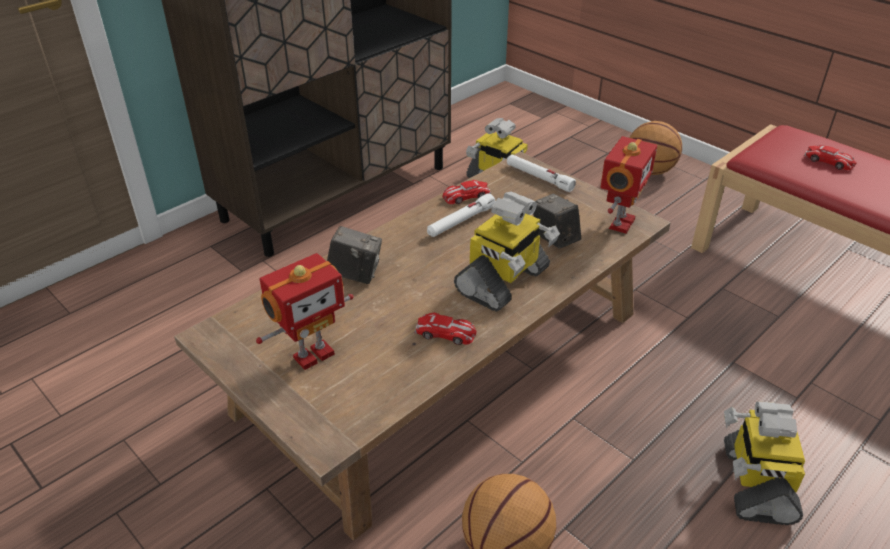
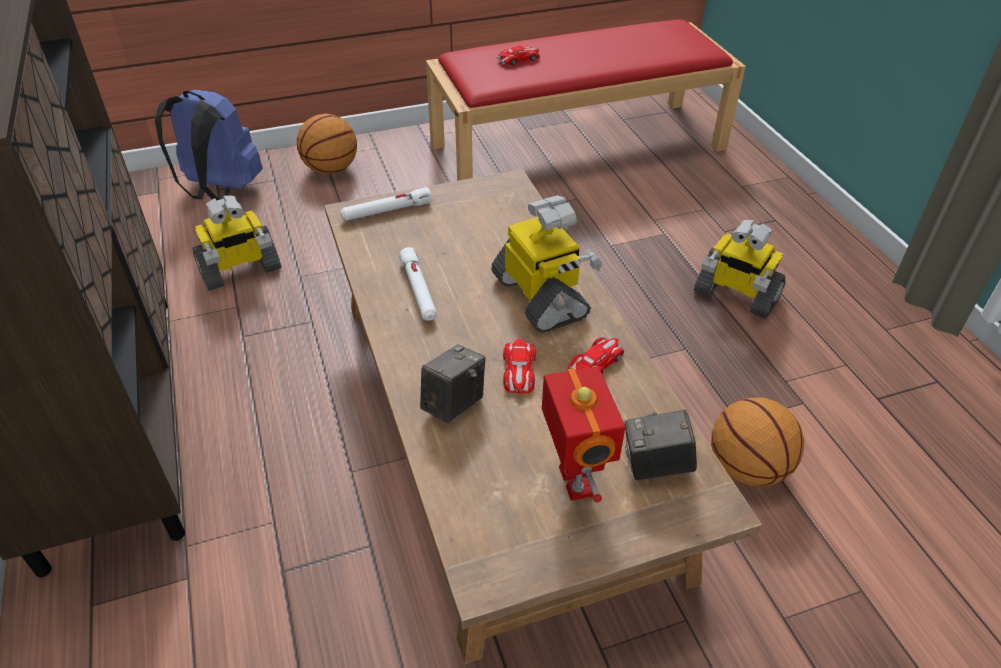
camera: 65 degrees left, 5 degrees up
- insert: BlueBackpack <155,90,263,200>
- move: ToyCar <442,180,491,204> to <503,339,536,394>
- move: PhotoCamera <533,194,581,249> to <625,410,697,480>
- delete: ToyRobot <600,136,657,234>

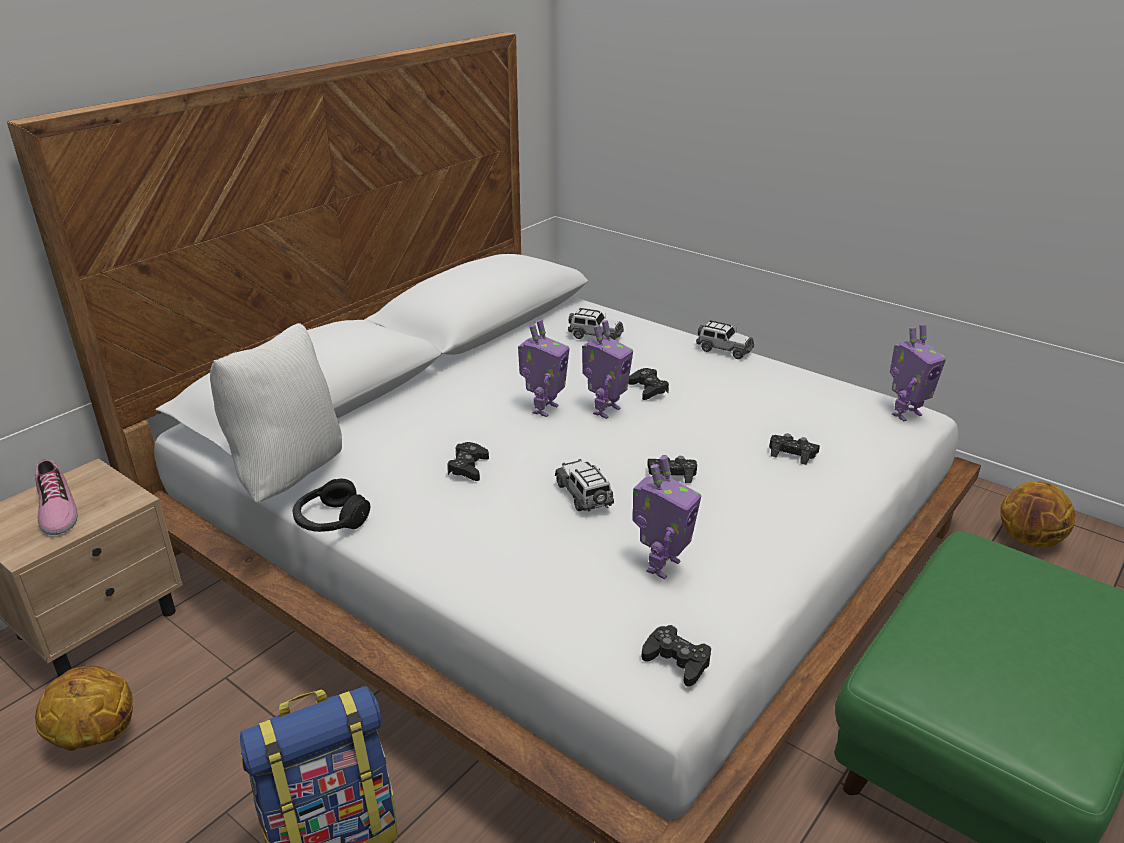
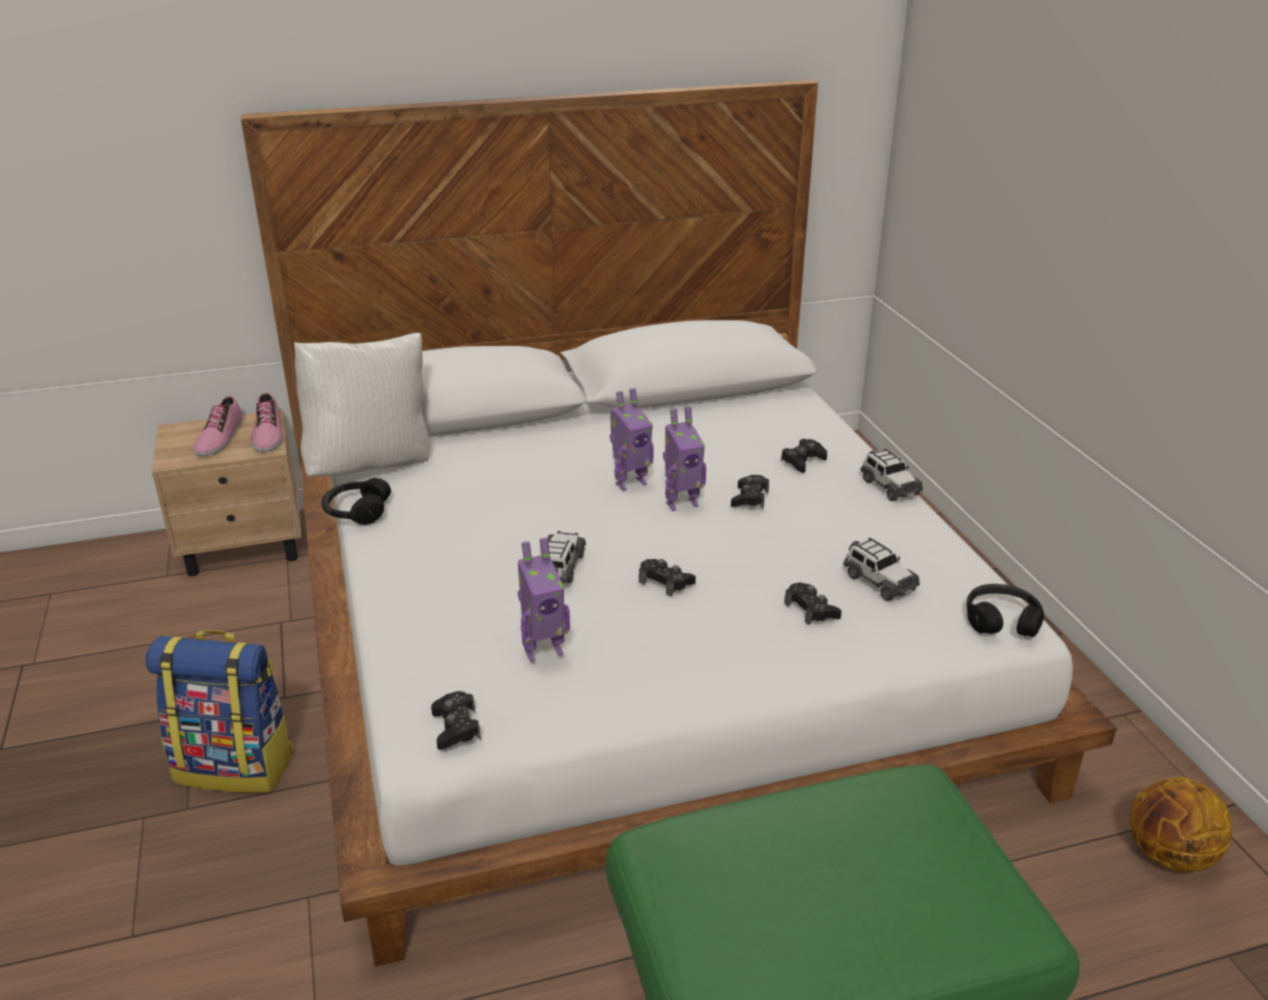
camera: 35 degrees right, 0 degrees up
- insert: Shoe <251,393,282,452>
- move: BlackGameController <447,442,489,481> to <781,439,827,473>
- move: ToyCar <568,308,624,340> to <843,538,920,601>
- replace: ToyRobot <890,324,946,421> to BlackHeadphones <967,584,1044,637>
- delete: Basketball <35,666,133,751>

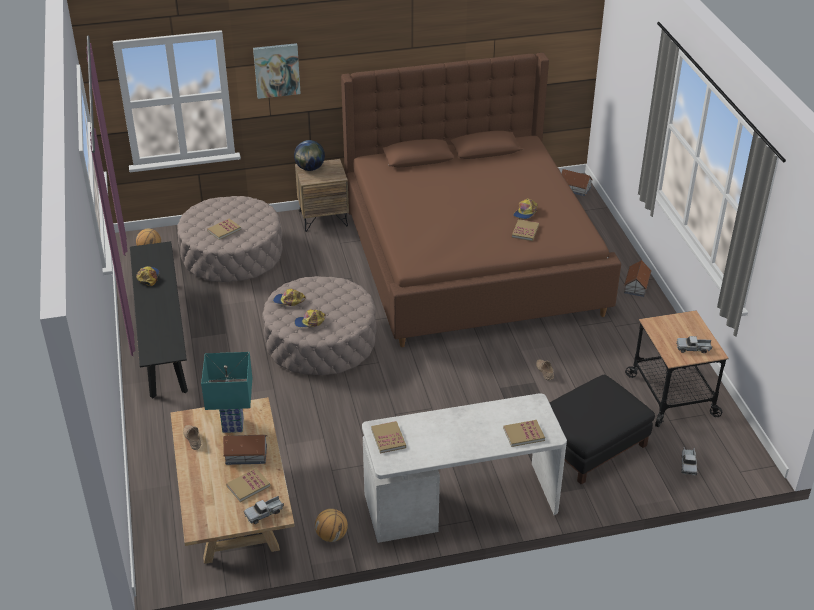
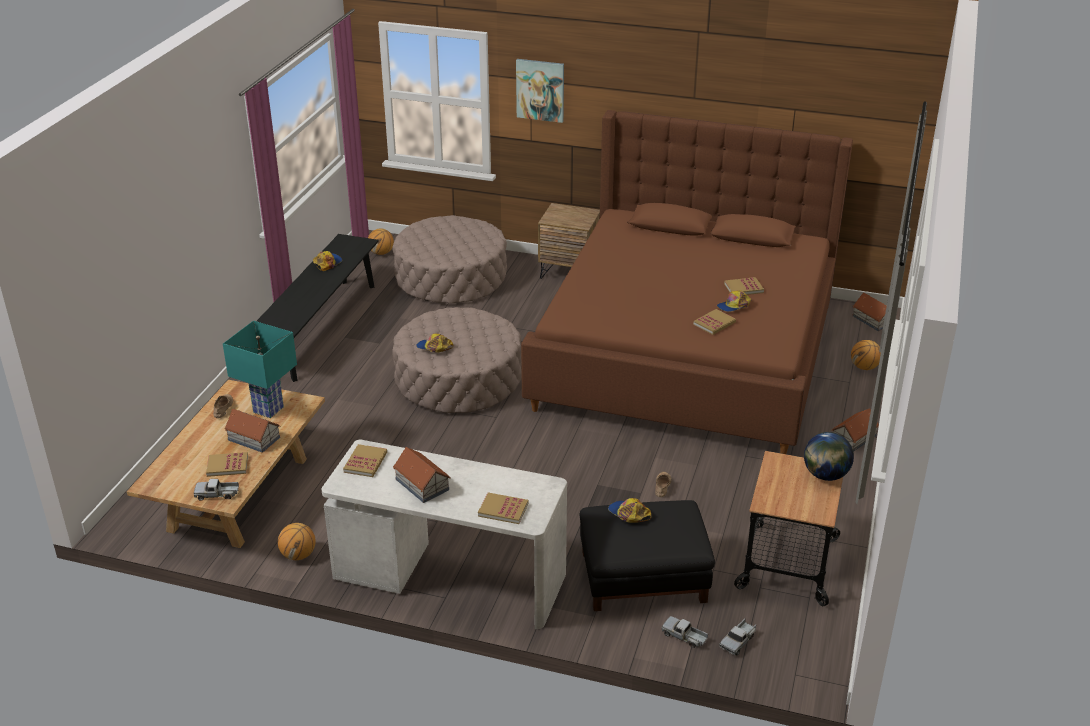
camera: 30 degrees right, 5 degrees down
- insert: ToyHouse <393,447,450,503>
- move: Cap <273,289,305,306> to <608,498,652,523>
- move: ToyTruck <676,336,712,353> to <661,616,708,648>
- move: Book <207,219,241,240> to <724,277,764,295>
- move: Globe <294,140,325,171> to <804,432,854,481>
- insert: Basketball <851,340,881,370>

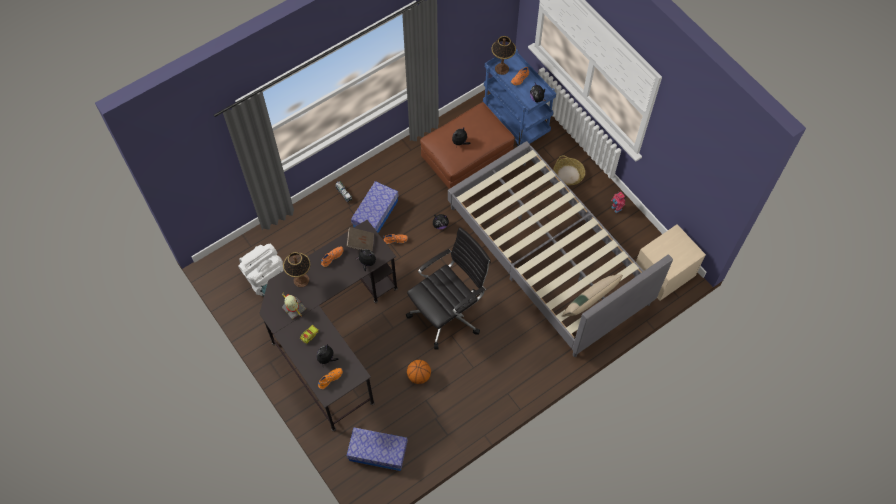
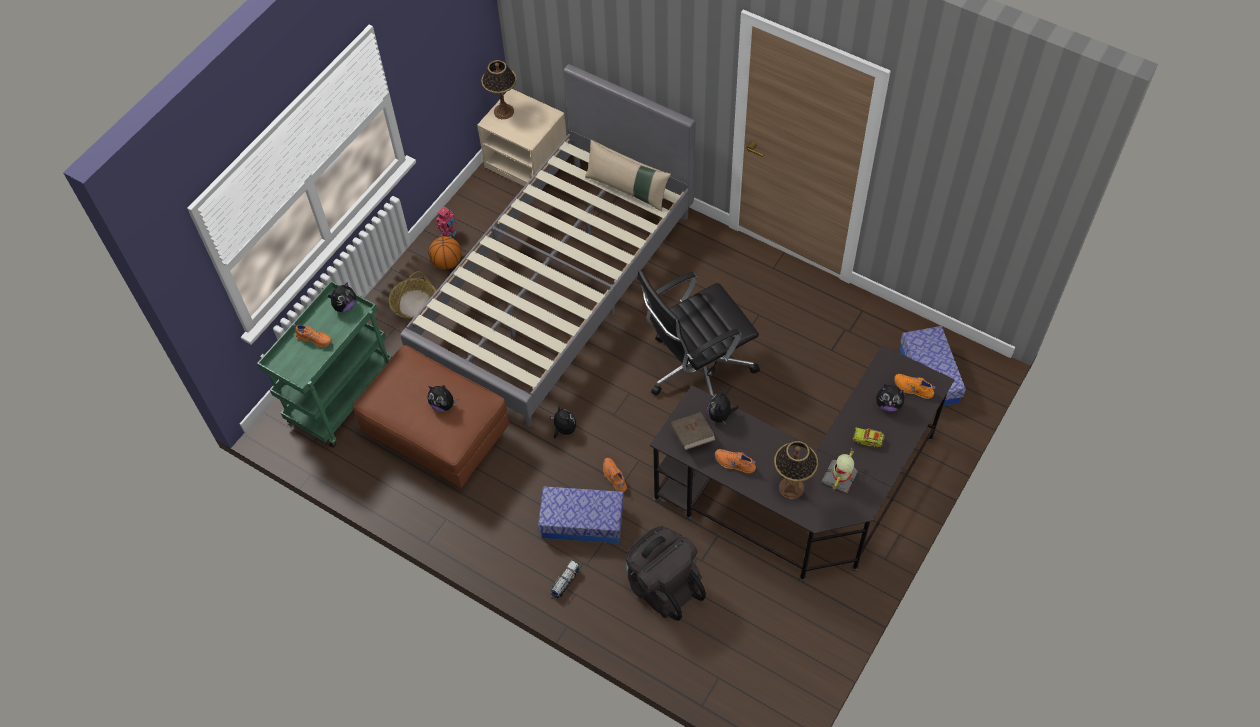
camera: 110 degrees left, 5 degrees down
- recolor: BlueCart <483,49,556,147> to GreenCart <257,281,392,448>
- move: Basketball <407,360,431,384> to <429,236,462,269>
- move: TableLamp <491,36,516,75> to <481,60,517,119>
- insert: BlackBackpack <626,526,706,621>
- rotate: BlackOfficeChair <406,227,491,350> = <637,270,760,396> 60 degrees counterclockwise
- delete: WhiteBackpack <238,244,284,296>

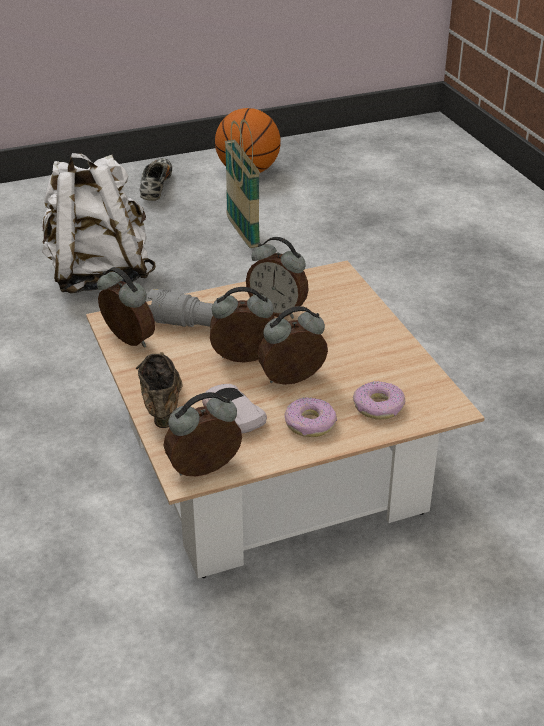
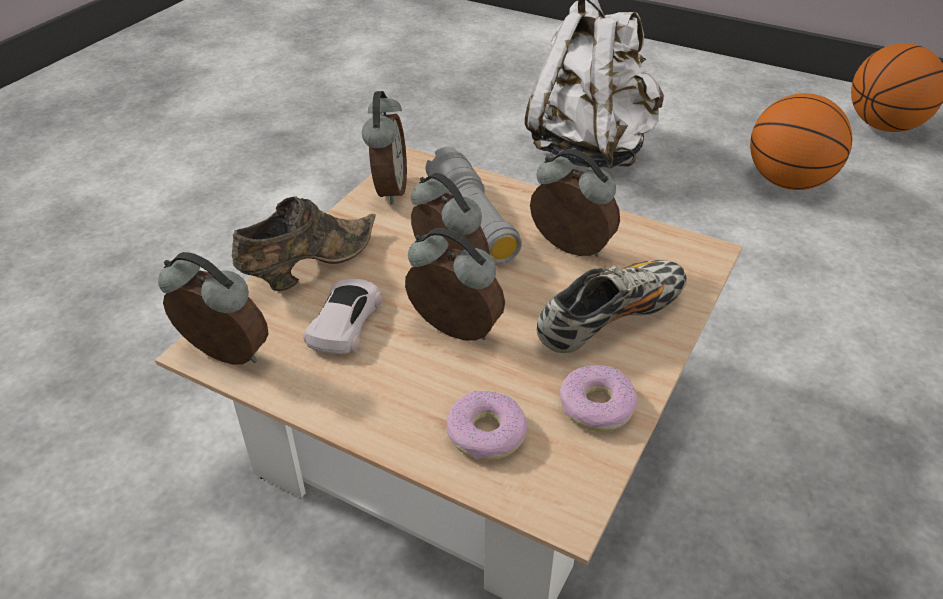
camera: 50 degrees right, 5 degrees up
- rotate: AlarmClock <246,237,309,319> = <530,149,620,257> 135 degrees clockwise
- move: Shoe <140,158,172,201> to <537,260,687,353>
- move: Donut <284,397,337,437> to <560,365,637,432>
- replace: Basket <225,119,260,248> to Basketball <750,93,852,190>

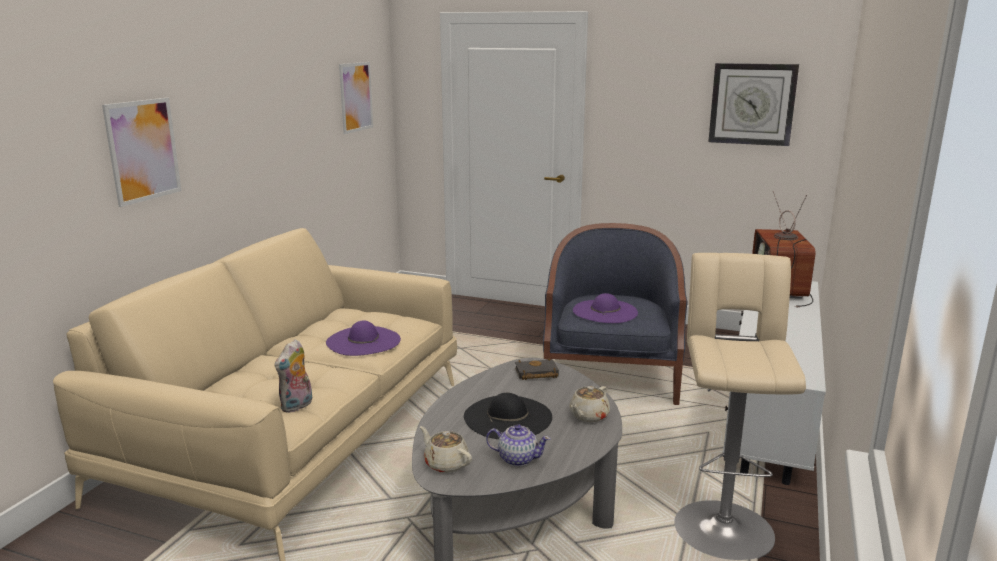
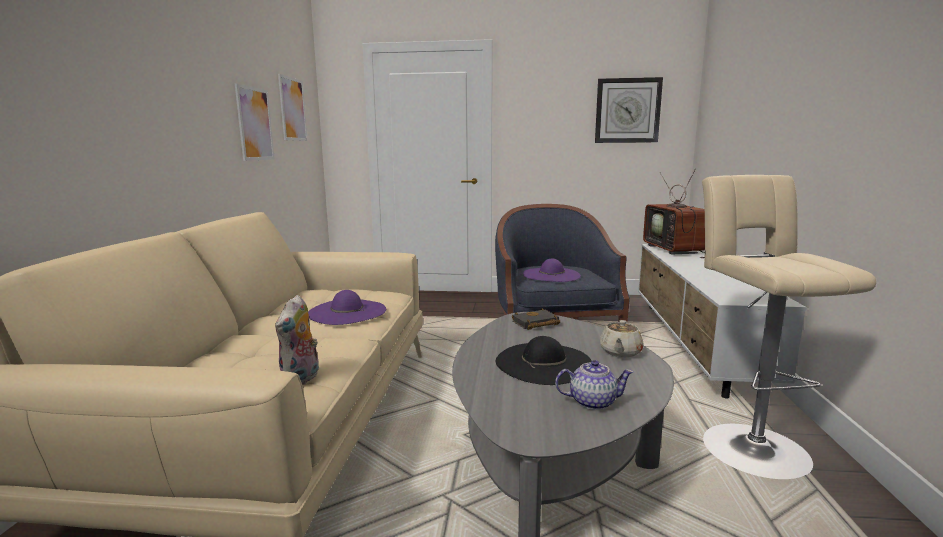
camera: 15 degrees left, 5 degrees down
- move: Picture <102,98,181,207> to <235,83,275,161>
- delete: BeigeTeapot <420,426,472,473>

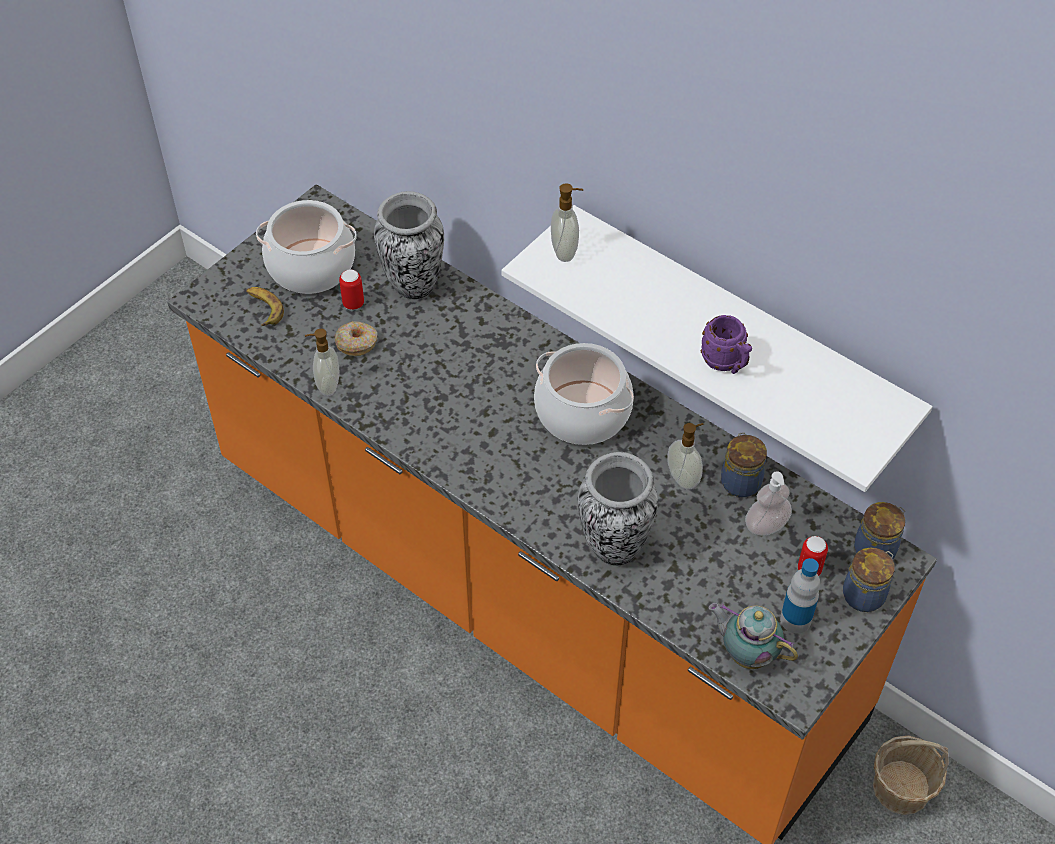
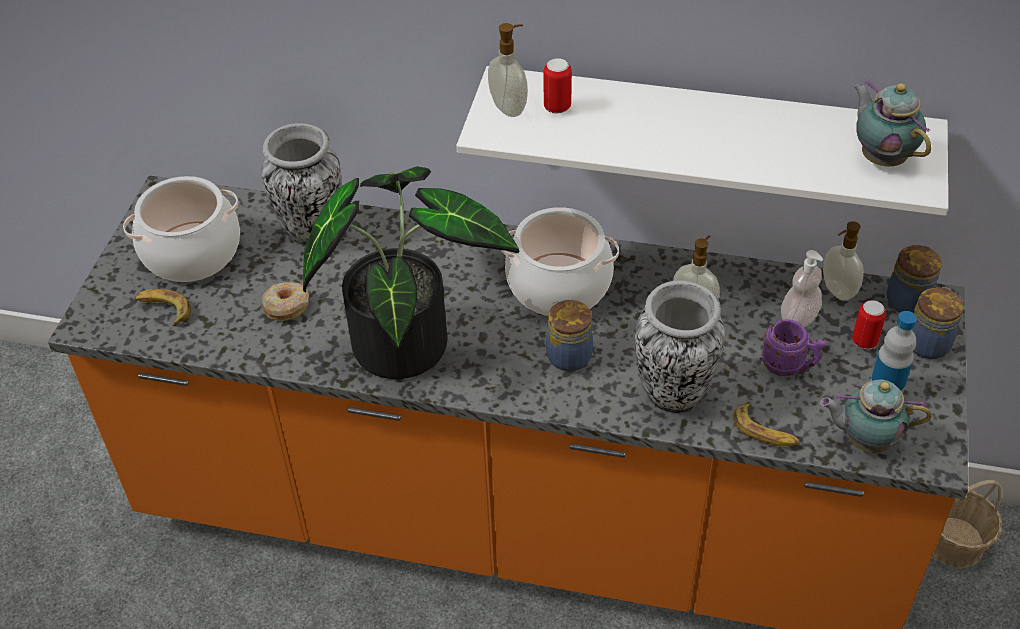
camera: 25 degrees left, 5 degrees down
- insert: PottedPlant <303,166,520,379>
- move: Can <339,269,364,310> to <544,58,572,113>
- move: Jar <721,433,767,497> to <546,300,593,371>
- insert: Banana <733,403,800,446>
- move: PurpleMug <701,315,752,374> to <761,319,827,376>
- move: SoapDispenser <305,329,339,396> to <823,221,864,301>
- insert: Teapot <854,80,931,166>

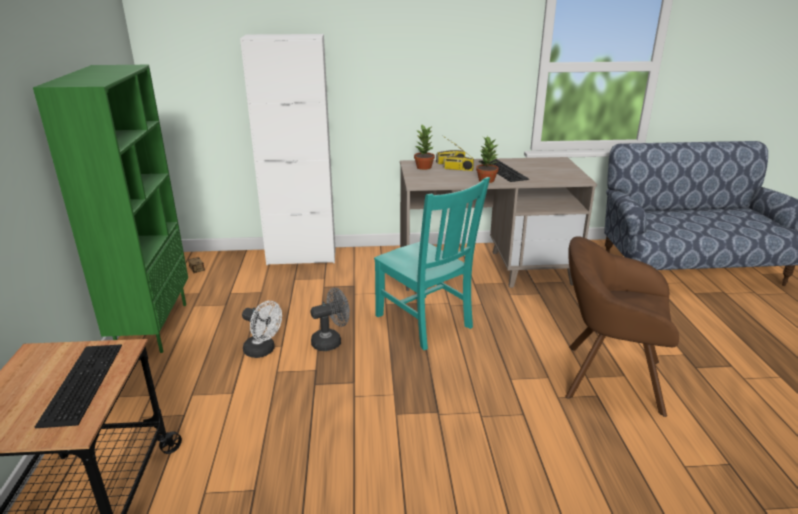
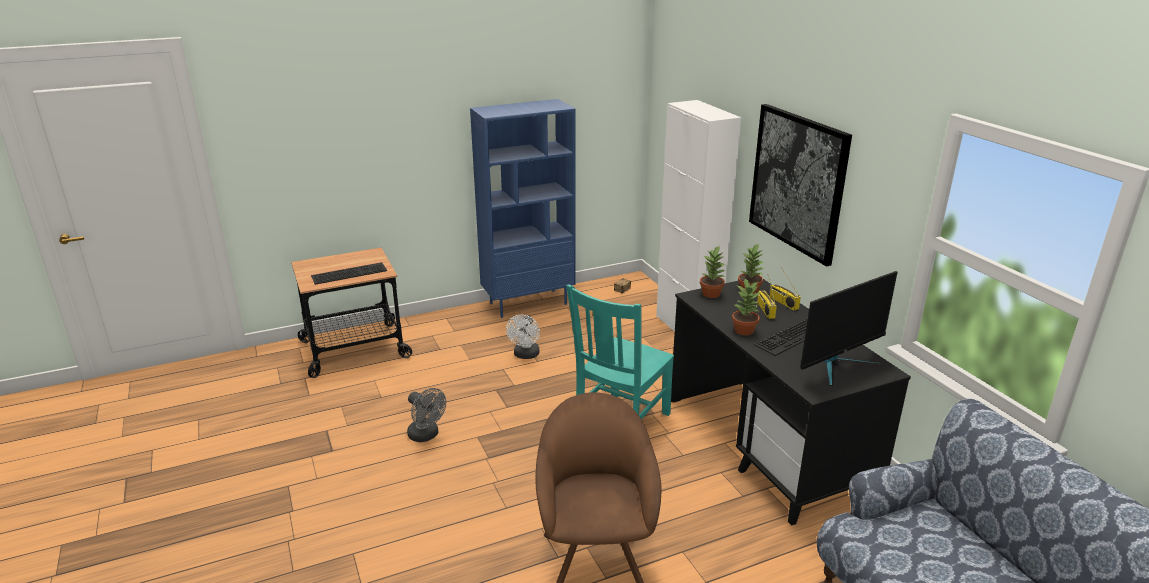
camera: 70 degrees right, 0 degrees up
- move: GreyFan <310,288,350,351> to <407,388,446,442>
- recolor: GreenBookcase <33,65,188,353> to BlueBookcase <470,99,575,318>
- recolor: BeigeDesk <400,157,597,291> to BlackDesk <671,279,911,525>
- insert: PottedPlant <700,246,726,298>
- insert: Picture <749,104,852,267>
- insert: Monitor <800,271,898,387>

